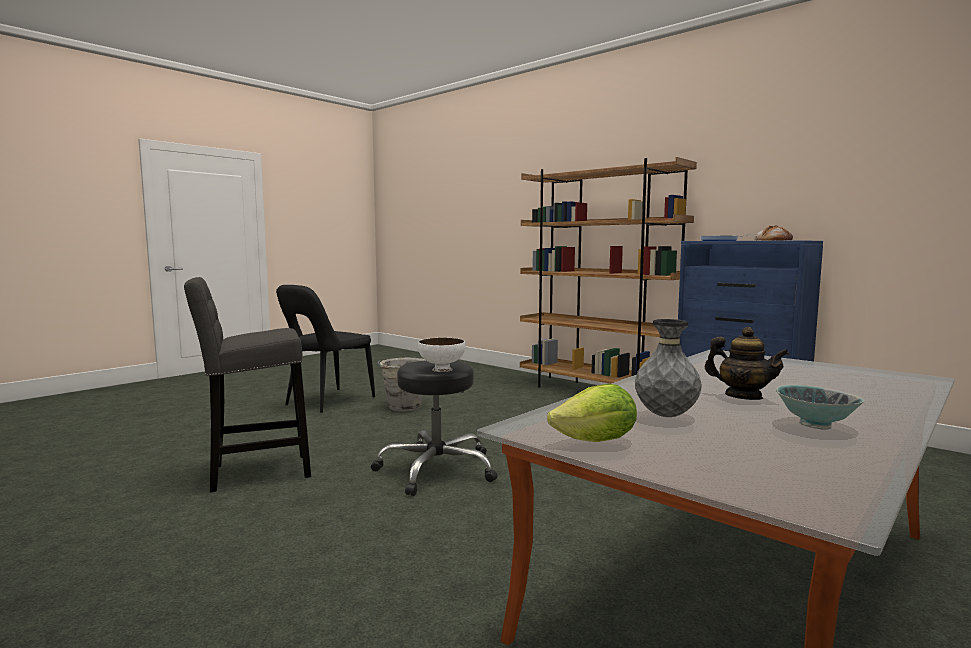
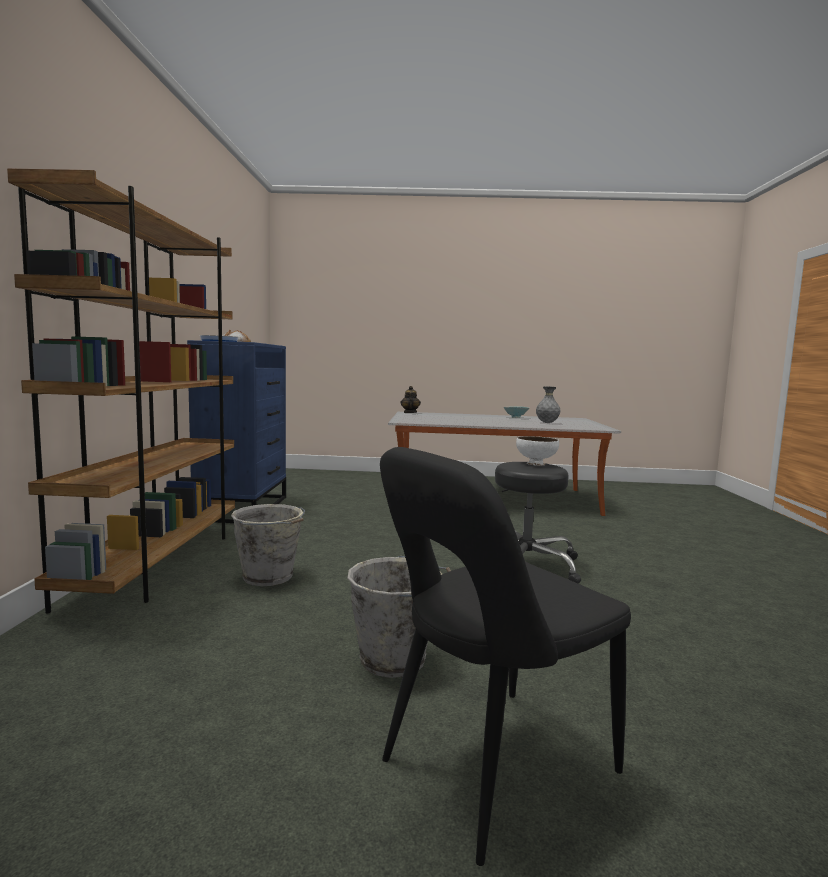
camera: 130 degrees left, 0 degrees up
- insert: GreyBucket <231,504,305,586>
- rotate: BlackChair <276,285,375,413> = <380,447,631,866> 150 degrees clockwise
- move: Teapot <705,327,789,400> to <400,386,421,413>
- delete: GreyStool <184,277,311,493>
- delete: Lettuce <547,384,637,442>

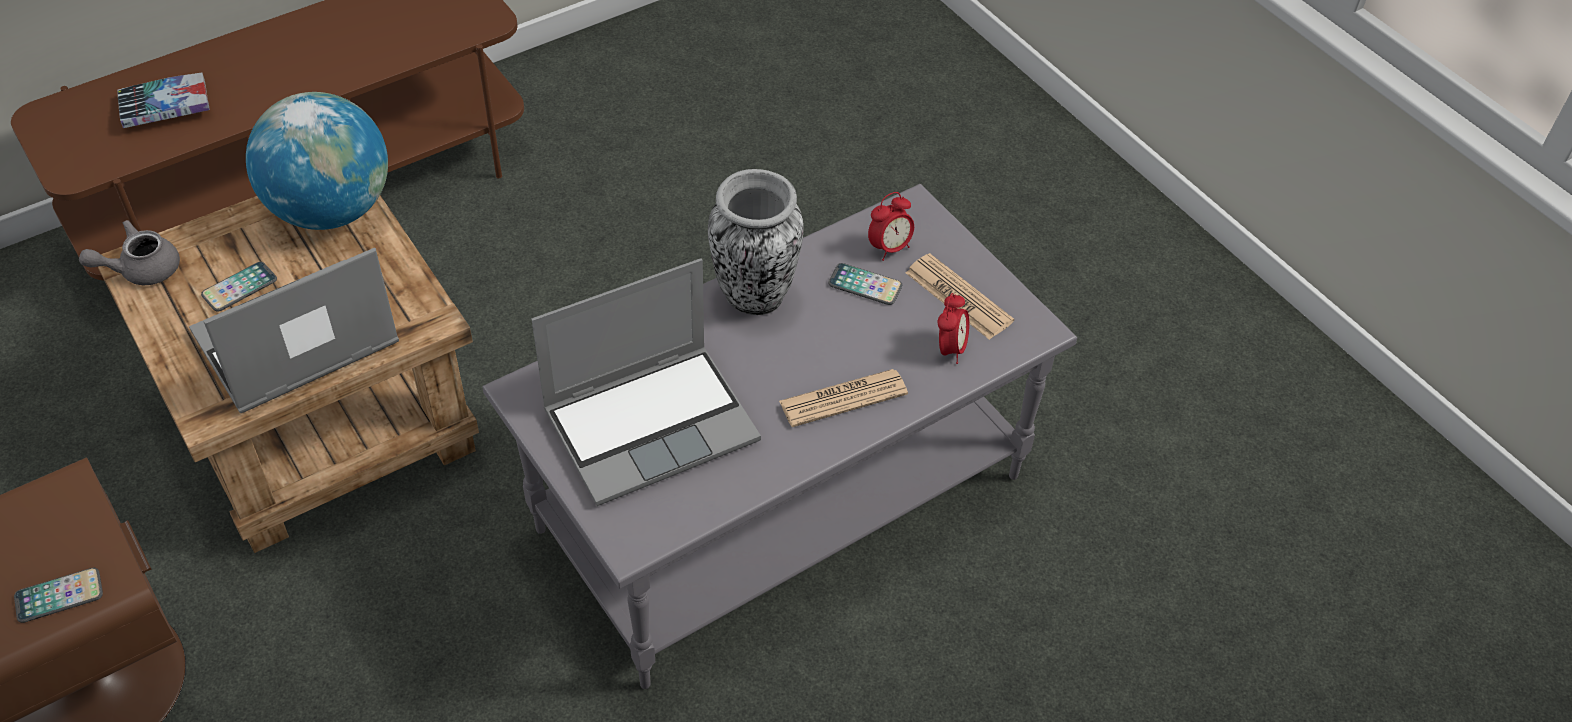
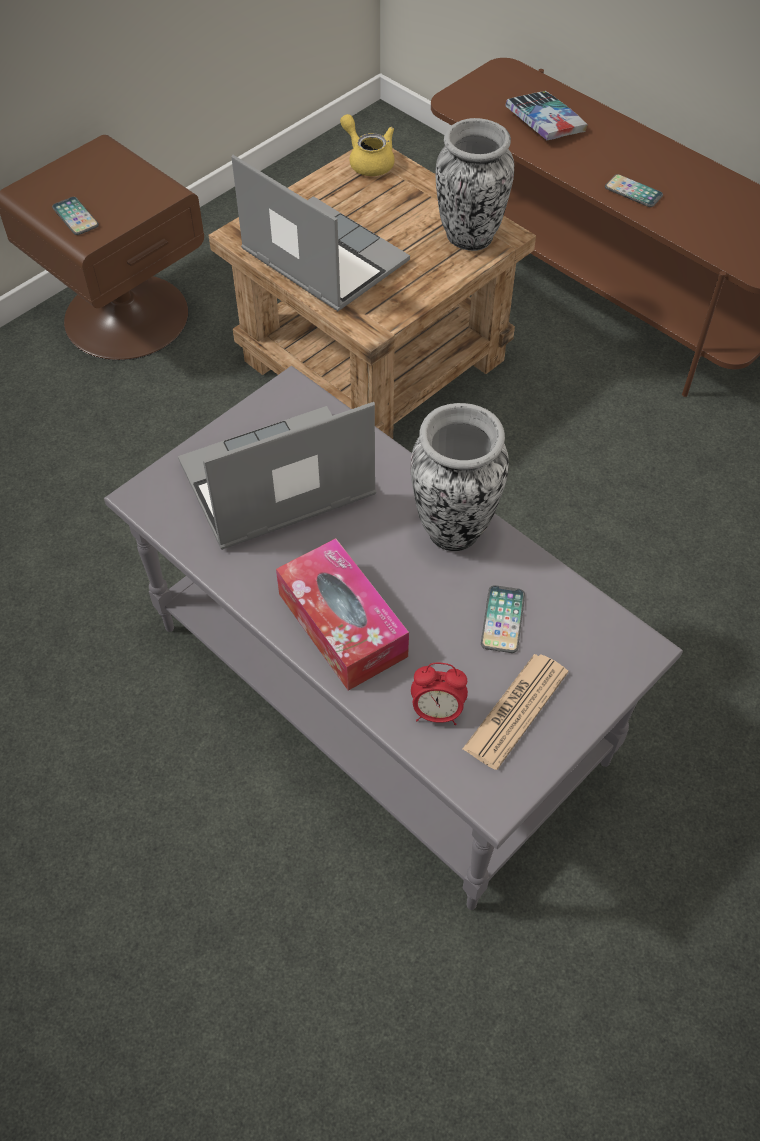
camera: 80 degrees right, 5 degrees up
- rotate: Laptop <532,258,761,506> = <178,402,376,550> 105 degrees clockwise
- replace: Newspaper <779,369,908,427> to TissueBox <276,538,409,691>
- recolor: GreyTeapot <79,220,180,285> to YellowTeapot <340,114,394,176>
- replace: Globe <246,92,388,230> to Vase <435,118,514,251>
- move: Phone <201,262,277,312> to <605,174,663,207>
- delete: AlarmClock <868,192,914,261>

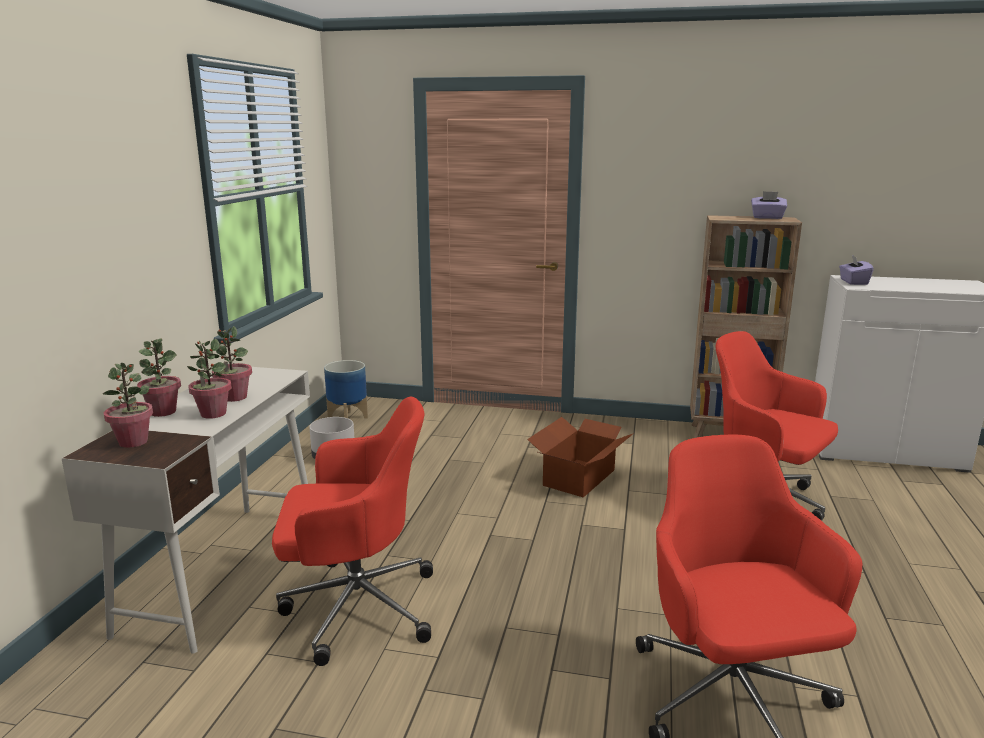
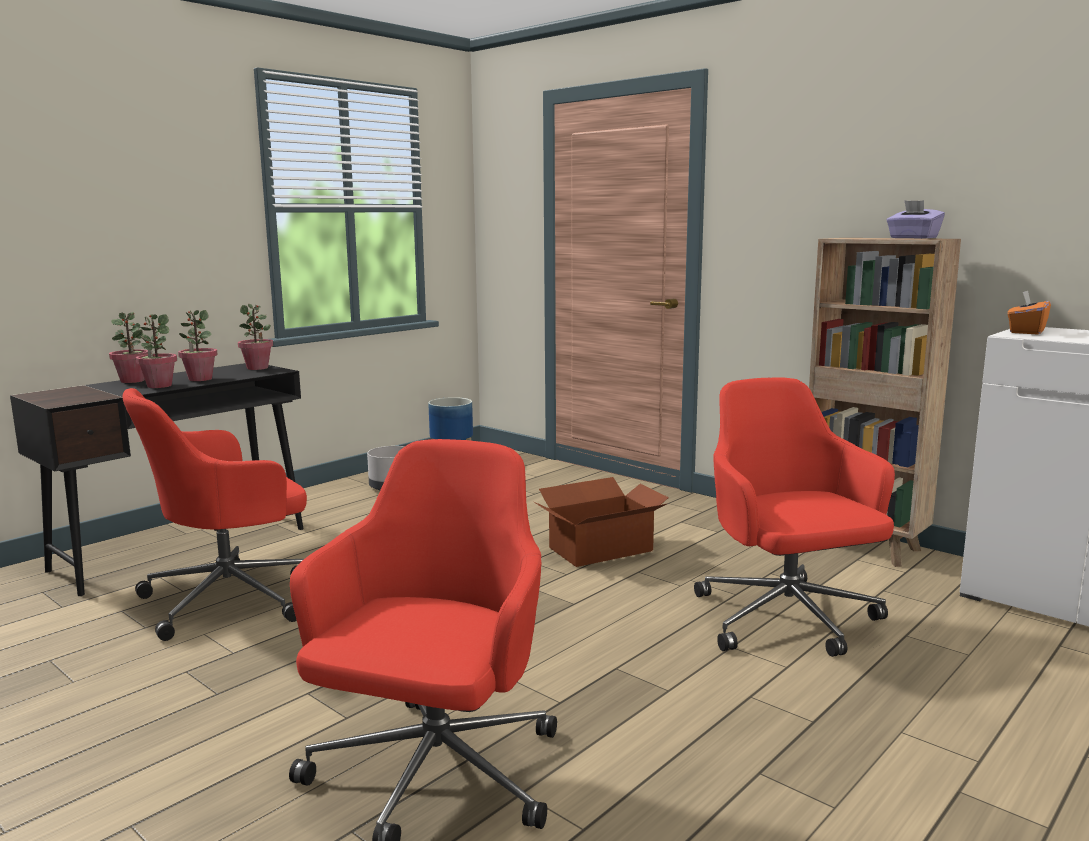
camera: 30 degrees right, 5 degrees down
- recolor: WhiteDesk <61,367,310,654> to BlackDesk <10,363,304,596>
- rotate: RedOfficeChair <272,397,433,666> = <122,388,307,641> 120 degrees clockwise
- move: PottedPlant <103,363,153,448> to <238,304,273,370>
- recolor: PurpleTissueBox <839,255,874,285> to OrangeTissueBox <1008,290,1051,334>

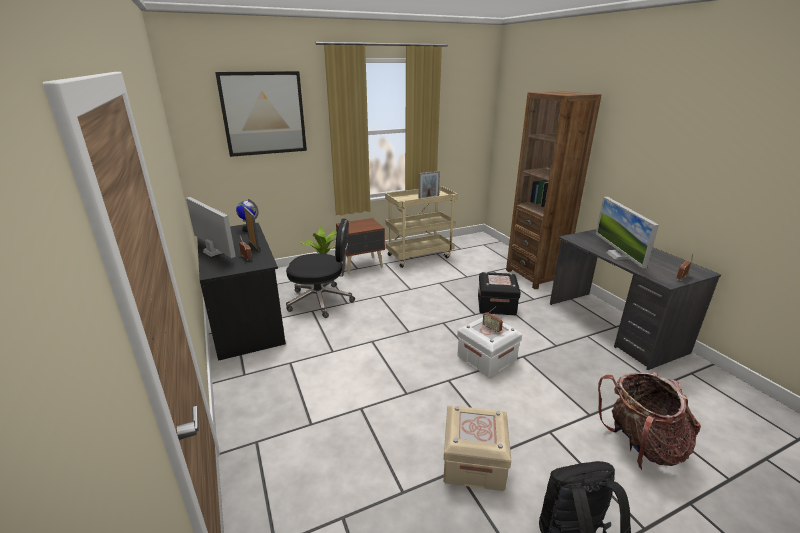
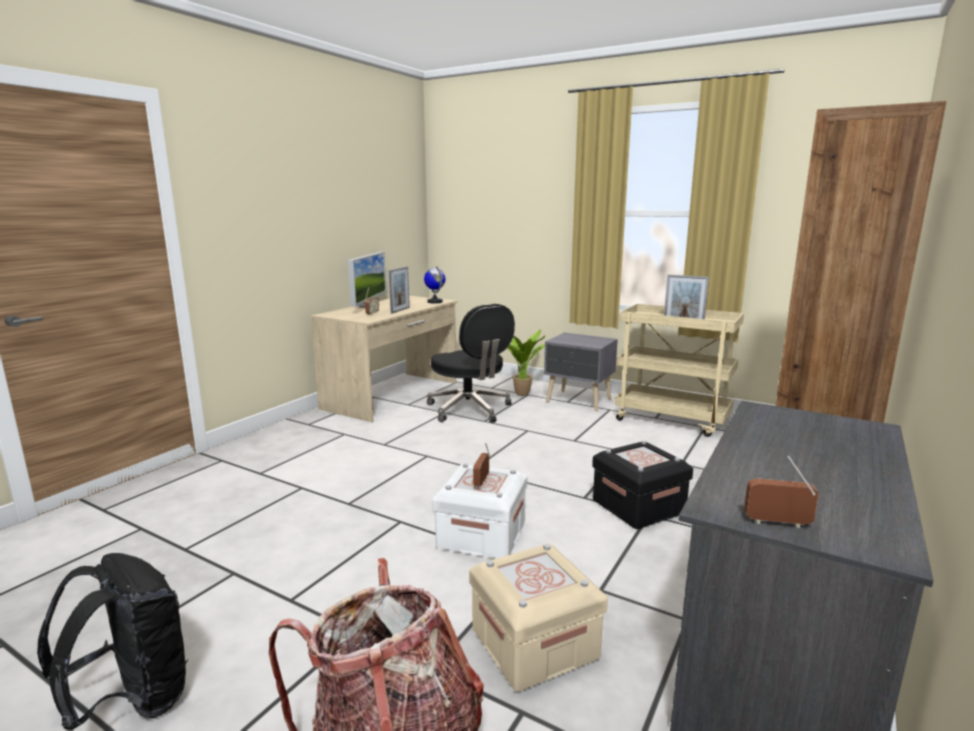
camera: 55 degrees right, 10 degrees down
- recolor: BlackDesk <197,223,286,361> to BeigeDesk <311,296,458,422>
- move: BeigeStorageBox <443,405,511,491> to <469,544,608,692>
- recolor: BrownNightstand <336,218,385,274> to GreyNightstand <544,333,618,411>
- delete: Picture <215,71,307,157>
- delete: Monitor <596,197,659,268>

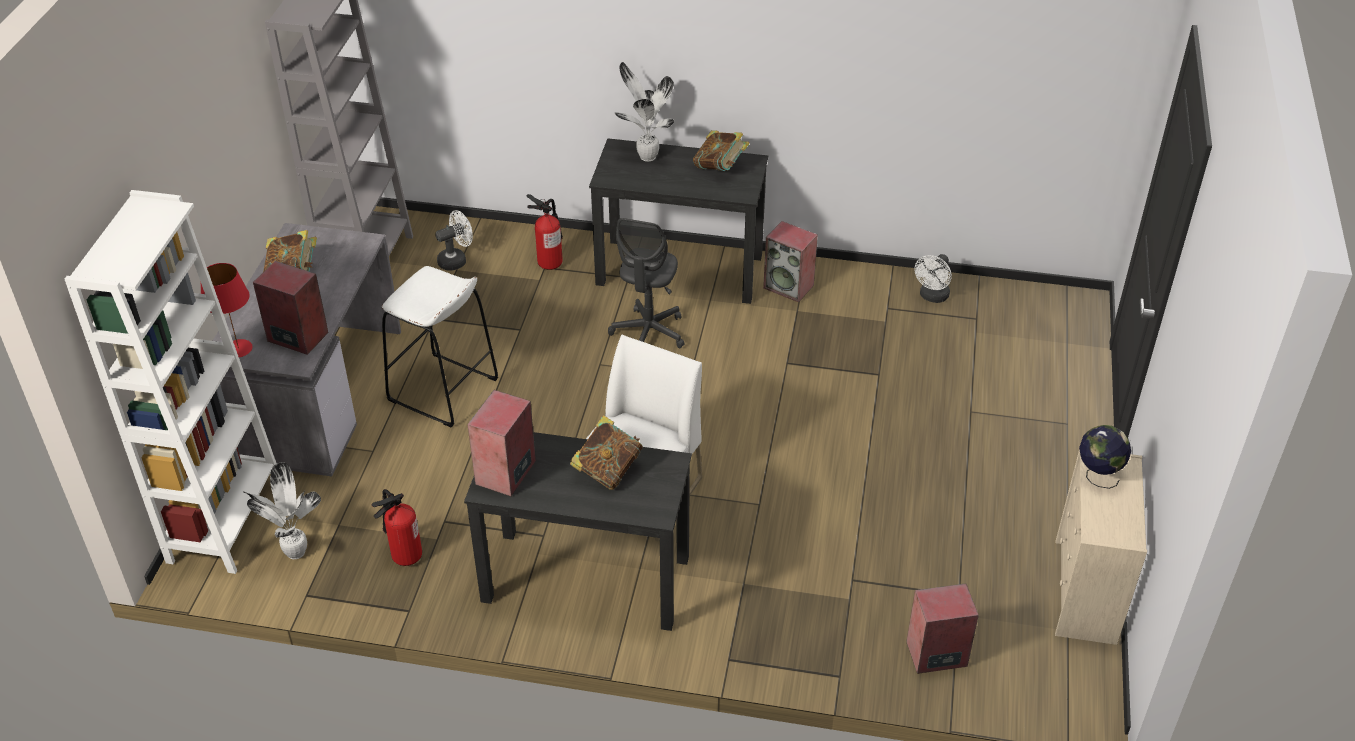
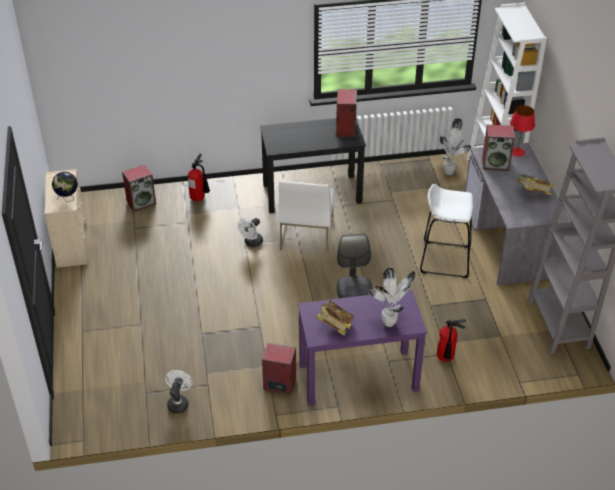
camera: 160 degrees right, 0 degrees up
- move: FireExtinguisher <372,489,422,566> to <188,154,210,201>
- move: WhiteFan <435,210,473,270> to <237,218,263,247>
- recolor: BlackDesk <589,138,768,304> to PurpleDesk <298,290,427,406>
- delete: Book <570,415,643,490>

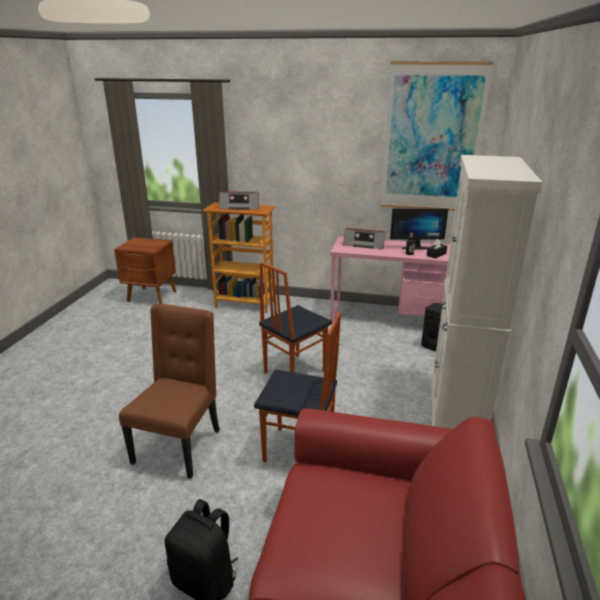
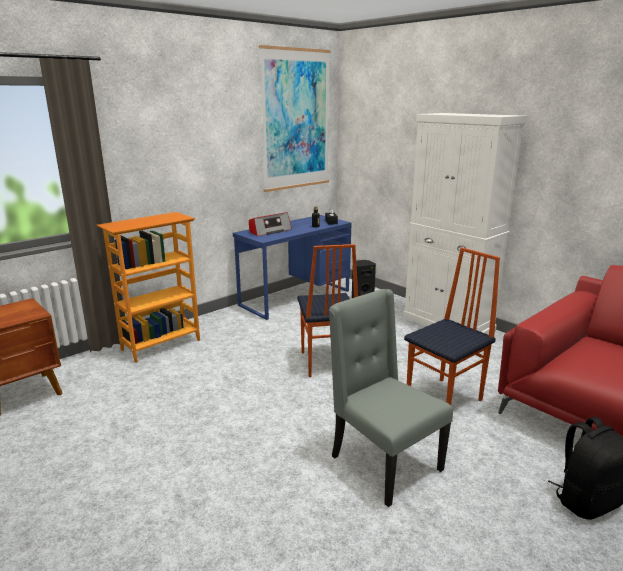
camera: 55 degrees left, 5 degrees down
- recolor: PinkDesk <330,236,450,322> to BlueDesk <233,215,352,320>
- recolor: BrownChair <119,304,220,479> to GreyChair <329,289,453,507>
- delete: Radio <219,191,259,210>
- delete: Monitor <390,208,448,249>

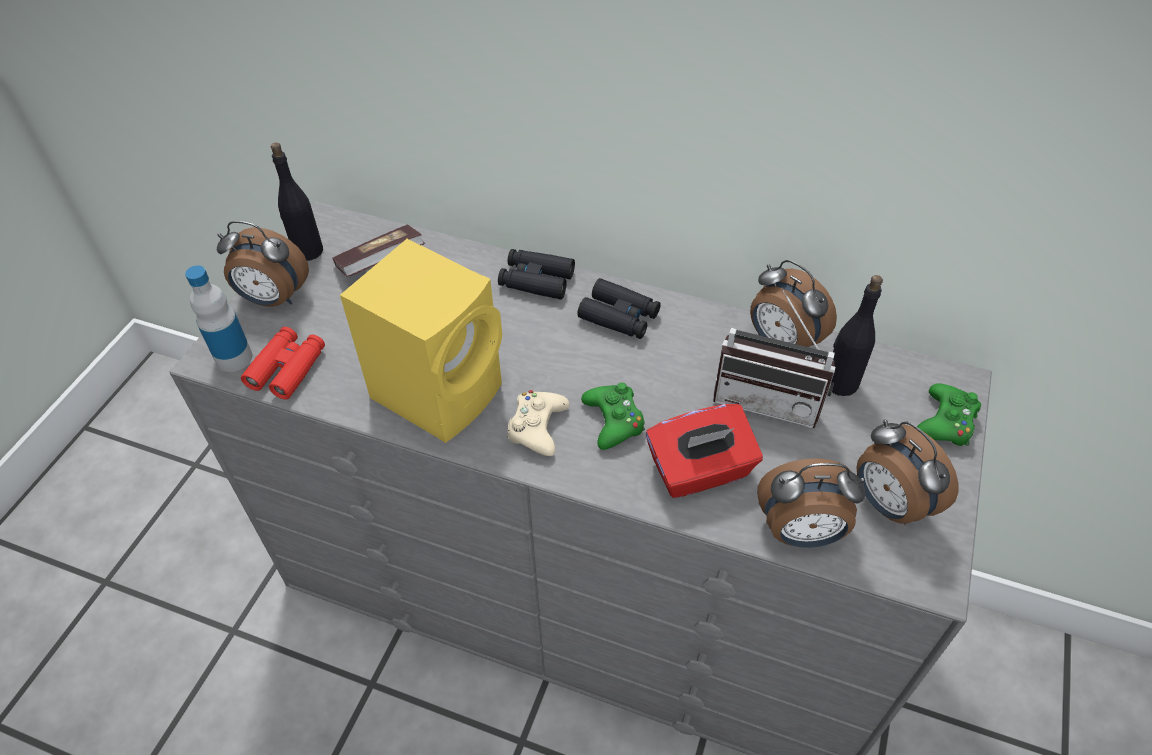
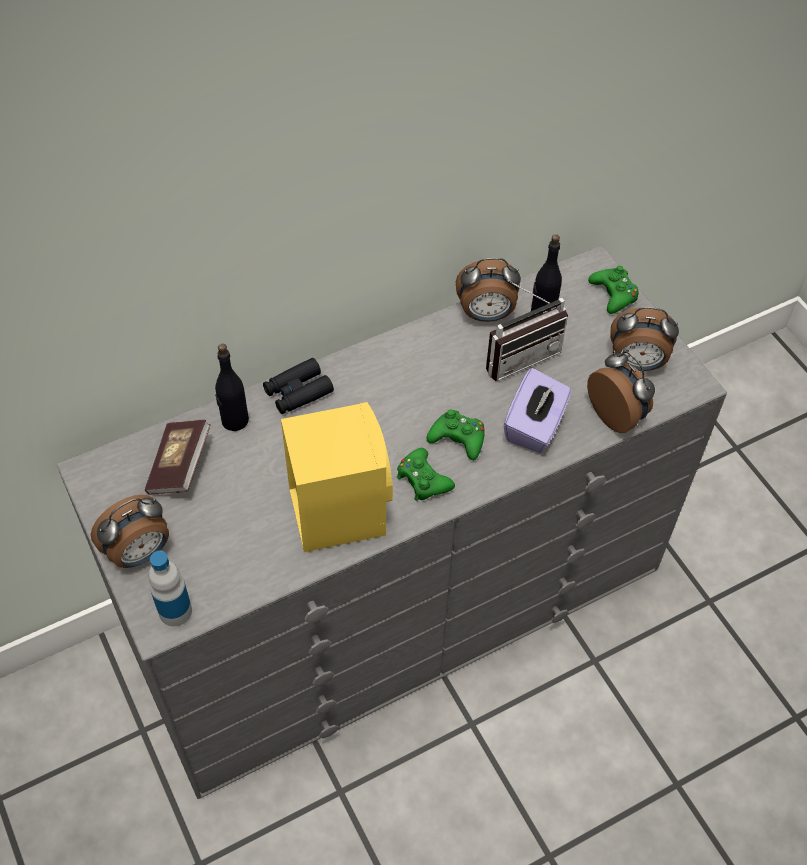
camera: 50 degrees left, 5 degrees up
- move: BlackBottle <271,143,323,261> to <215,344,249,431>
- recolor: BeigeGameController <507,390,569,456> to GreenGameController <397,448,455,501>
- recolor: RedTissueBox <646,404,763,498> to PurpleTissueBox <504,368,571,453>
- rotate: AlarmClock <757,458,866,548> = <587,350,655,433> 75 degrees counterclockwise
- delete: RedBinoculars <241,327,325,400>
- delete: BlackBinoculars <577,278,661,339>

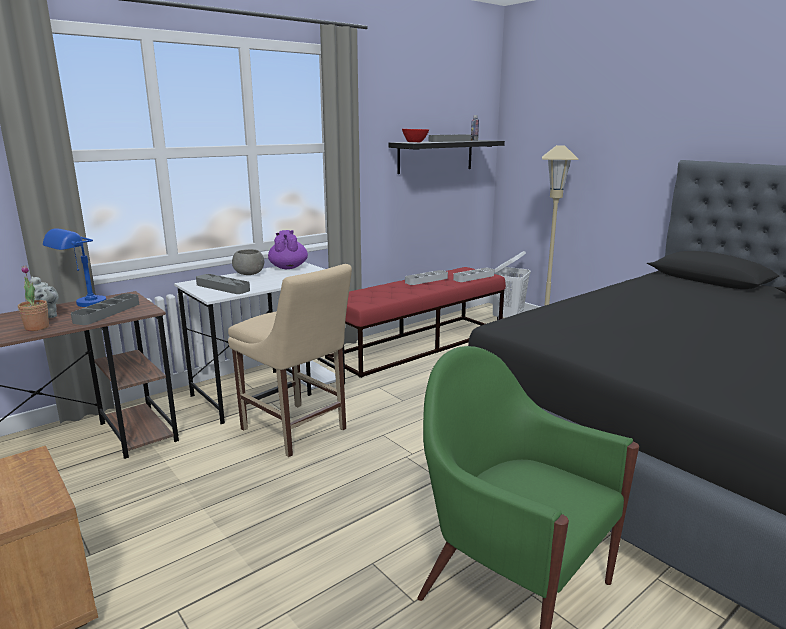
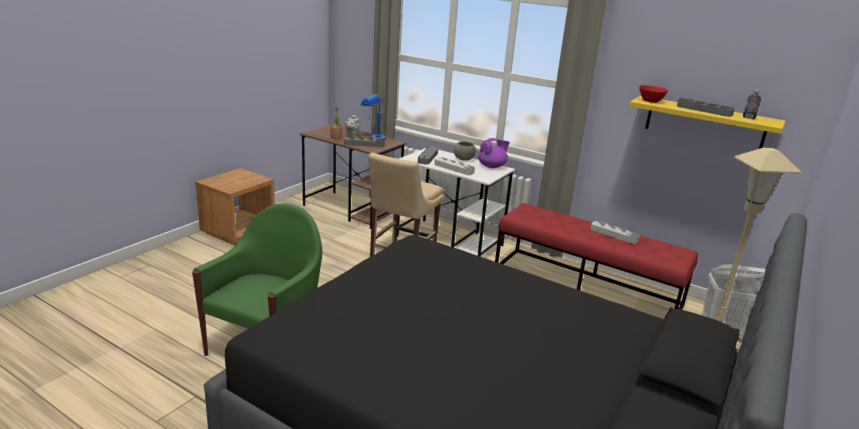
camera: 70 degrees right, 5 degrees up
- move: GreyTray <453,268,494,282> to <434,157,475,175>
- recolor: BlackShelf <389,140,505,174> to YellowShelf <629,96,785,149>

